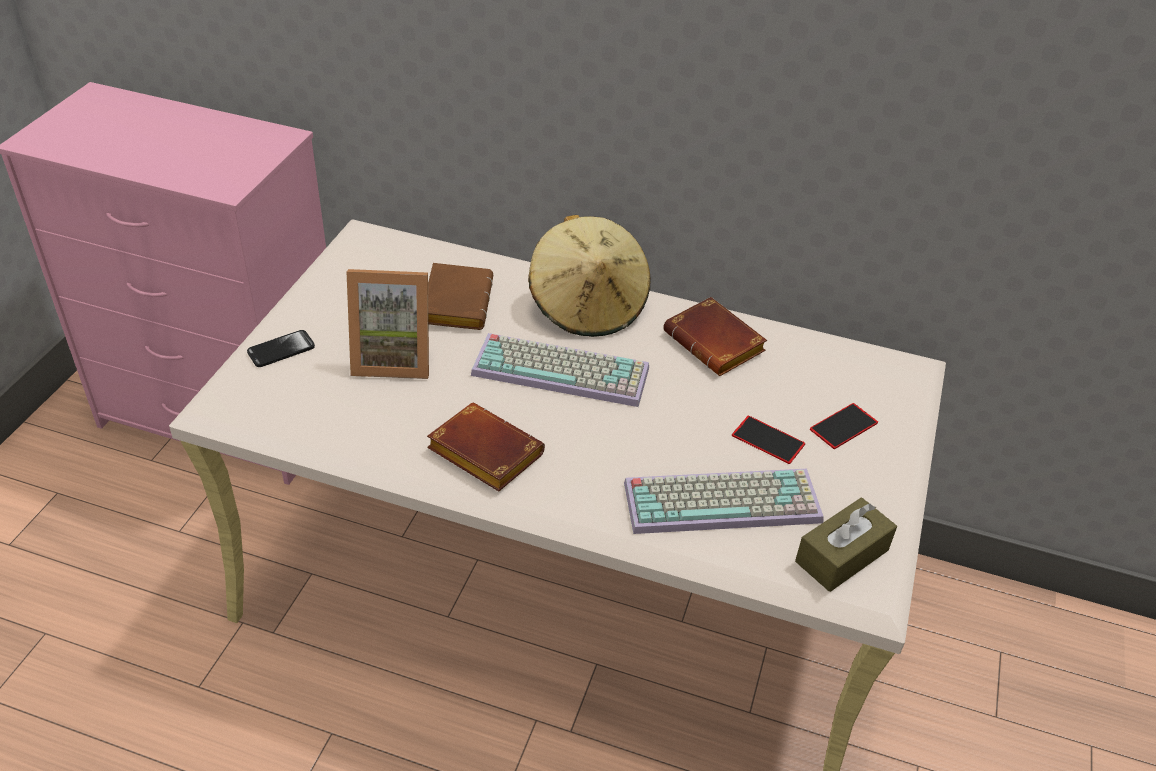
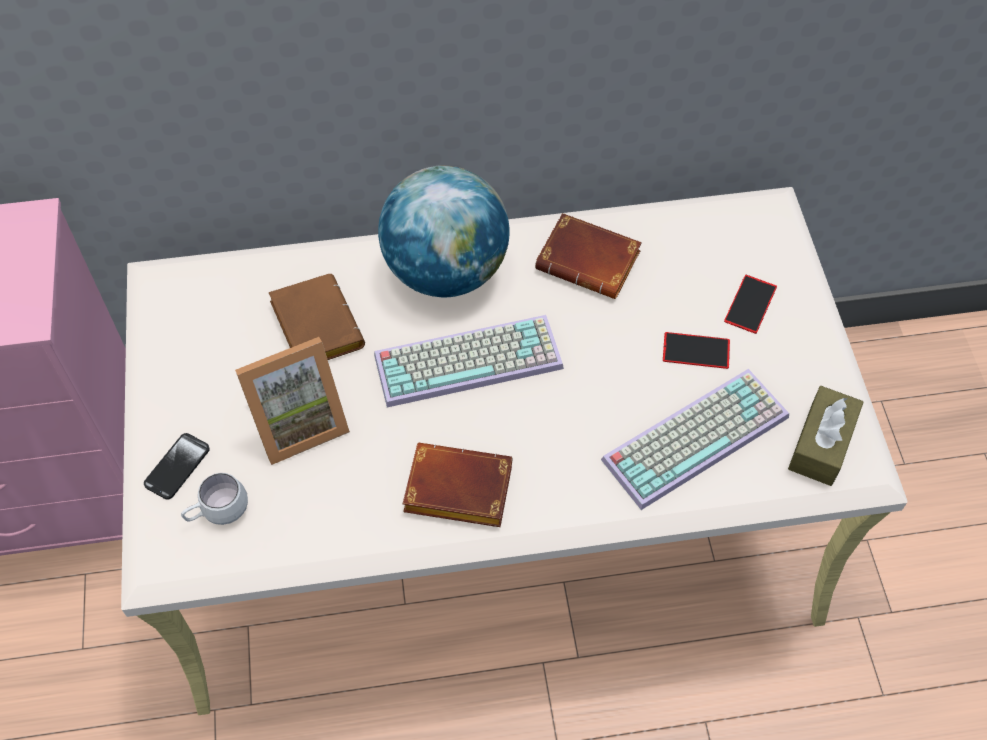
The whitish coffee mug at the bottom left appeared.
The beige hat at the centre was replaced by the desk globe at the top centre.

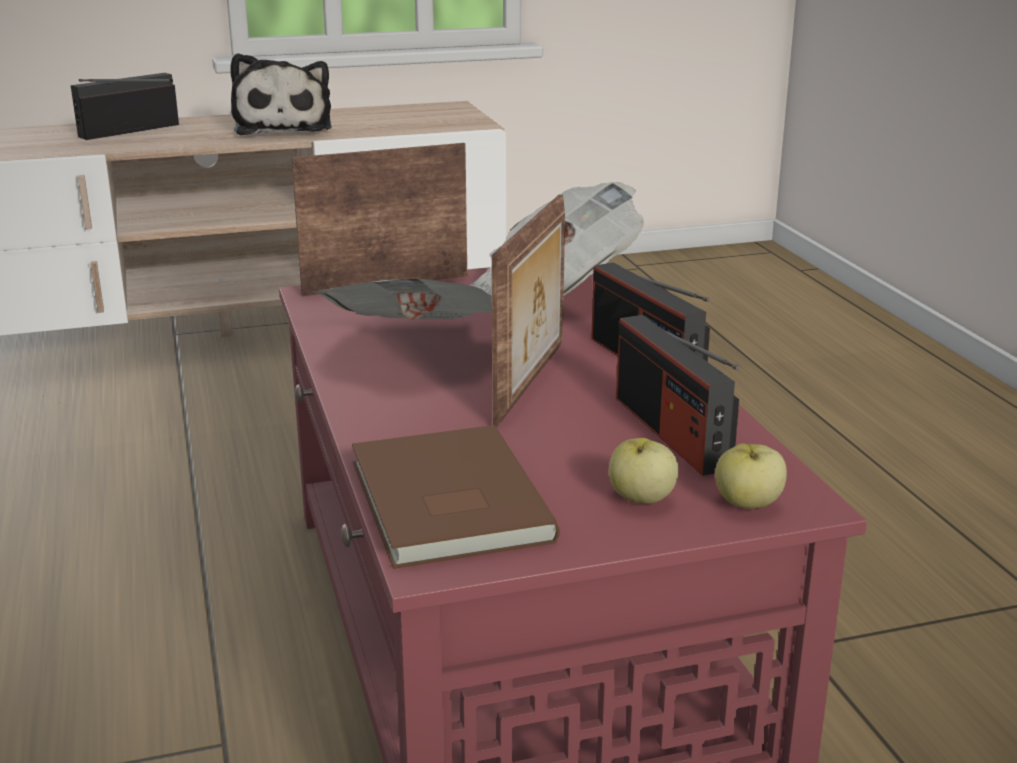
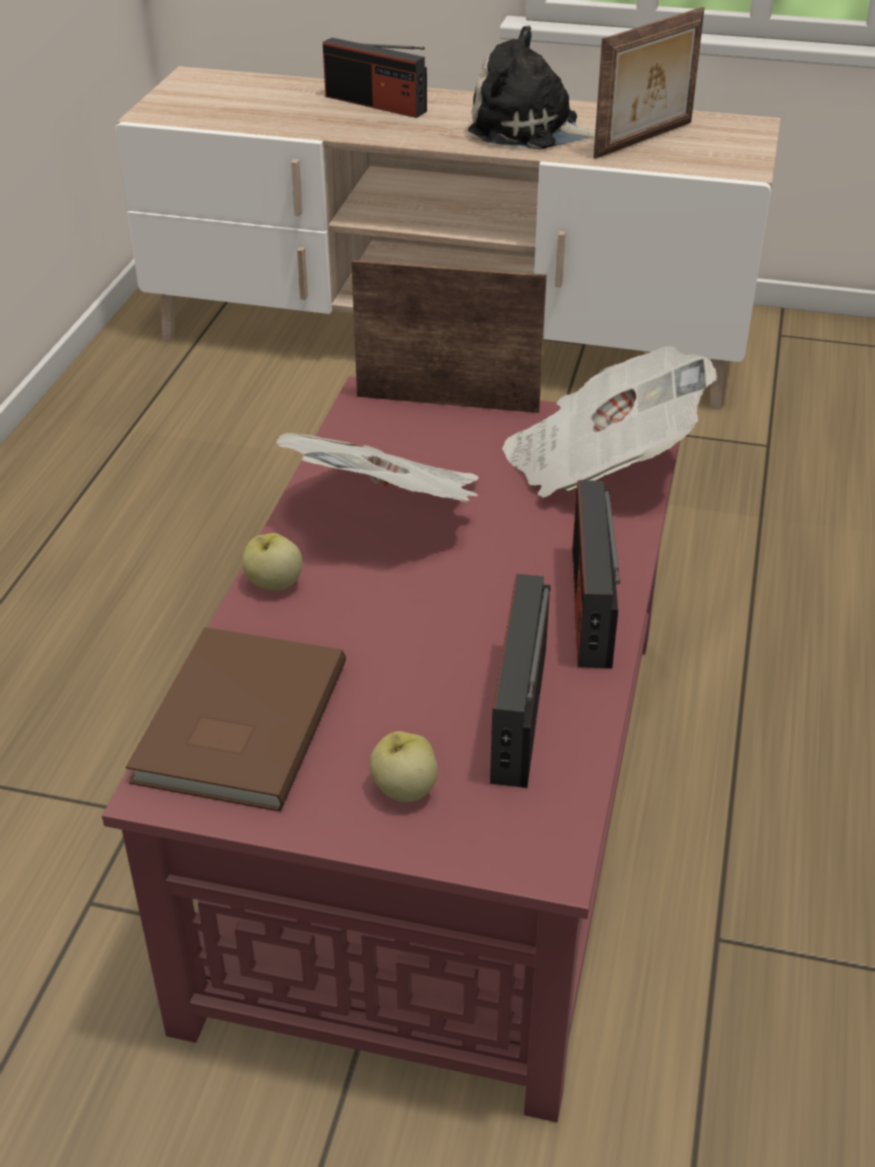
The whole apple (no. 2 from left in the first image) moved from the middle right to the middle left.
The radio receiver (no. 1 from left) at the top left turned 135 degrees counterclockwise.
The cuddly toy at the top left turned 90 degrees clockwise.
The photo frame (no. 2 from left) moved from the centre to the top right.

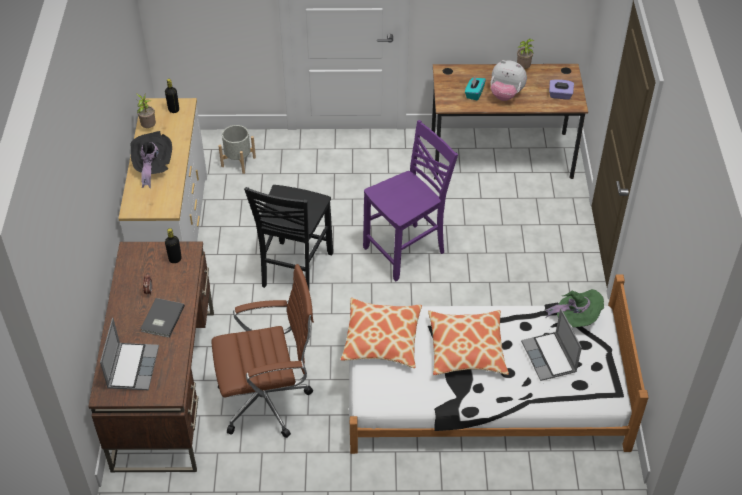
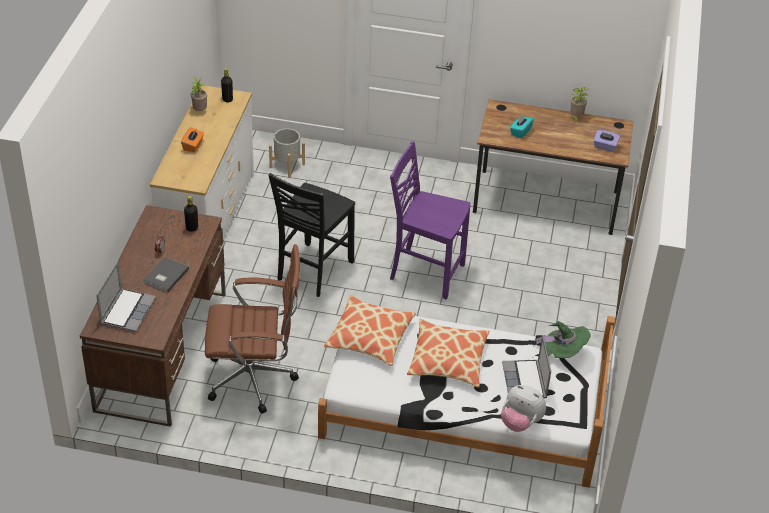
The black-coloured hat at the top left was replaced by the orange tissue holder at the top left.
The purple upright chair at the centre turned 135 degrees counterclockwise.
The cuddly toy moved from the top right to the bottom right.

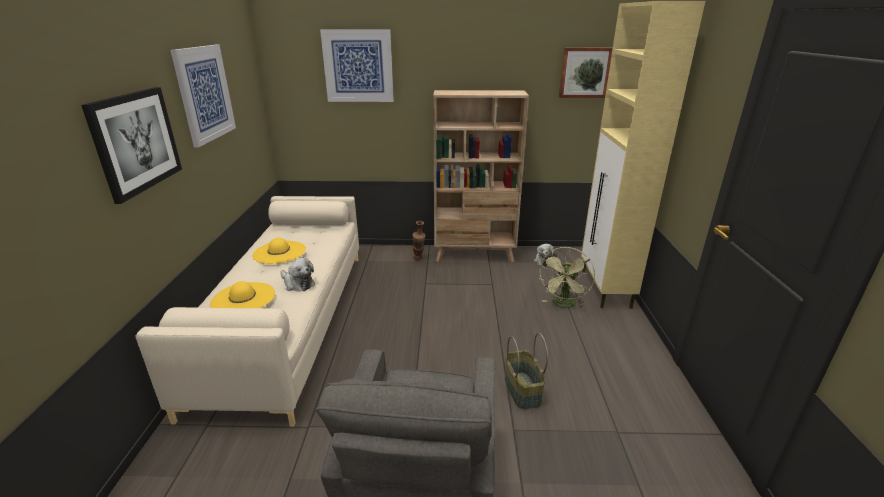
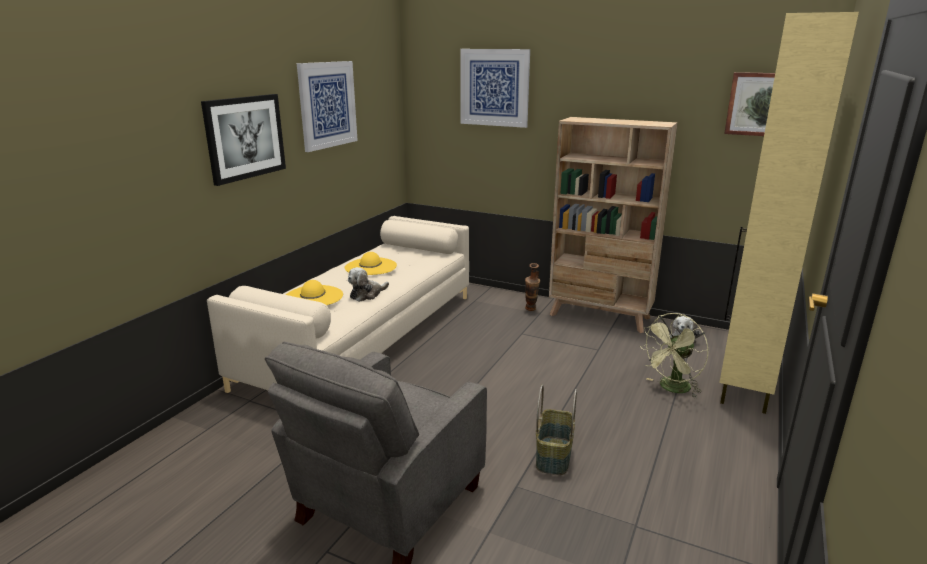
The cuddly toy (no. 1 from left) at the centre turned 75 degrees clockwise.

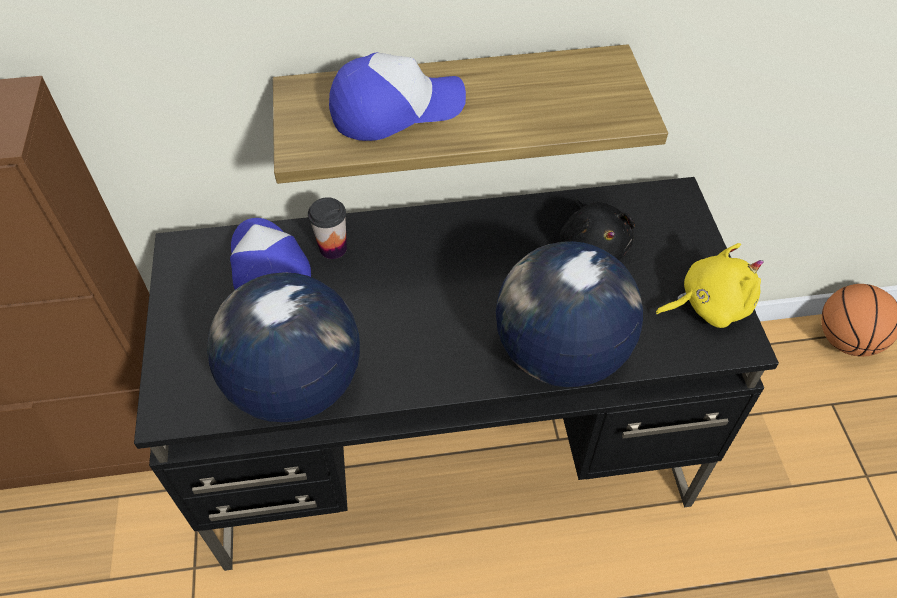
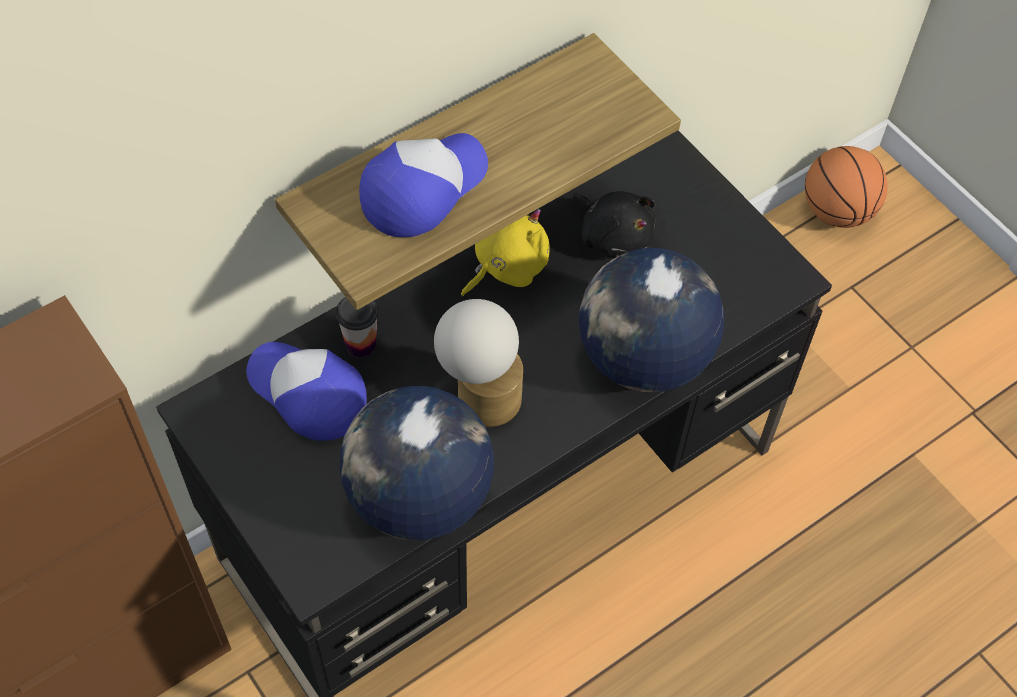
The table lamp at the centre appeared.
The yellow cuddly toy moved from the middle right to the centre.

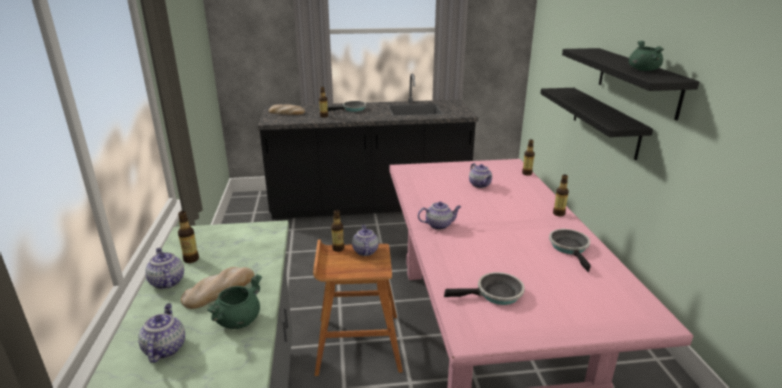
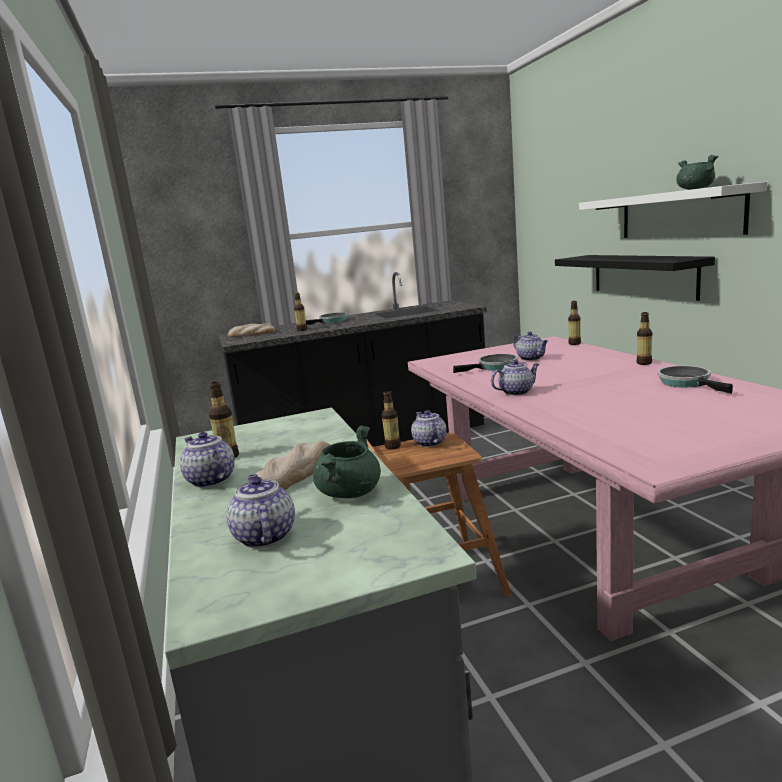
The pan (no. 2 from left) moved from the bottom centre to the centre.
The black-coloured bracket shelf (no. 2 from left) at the top right became the whitish bracket shelf at the top right.

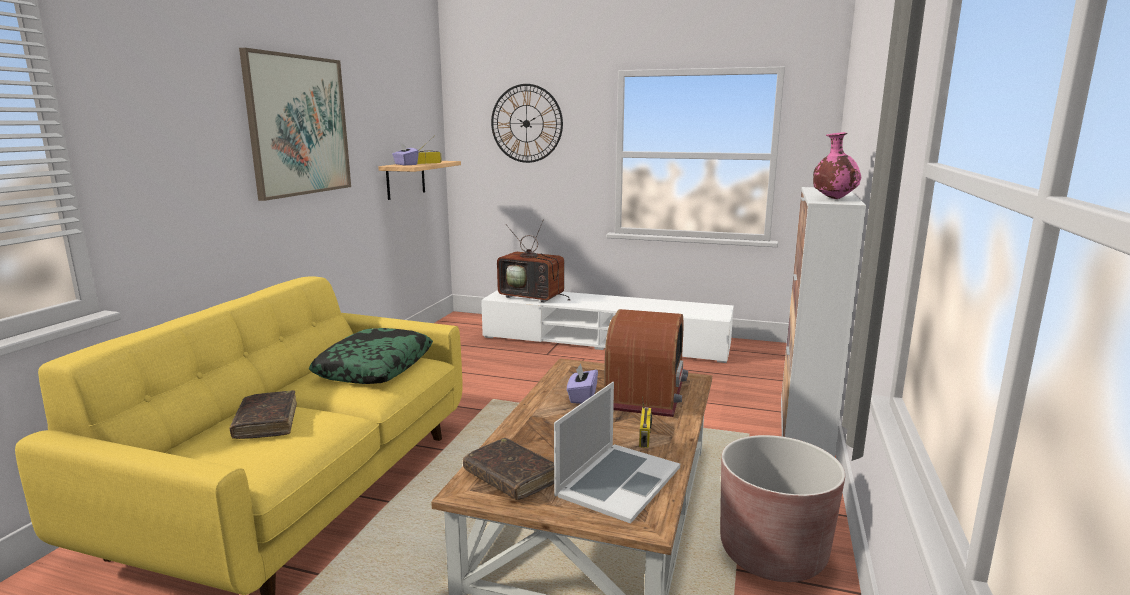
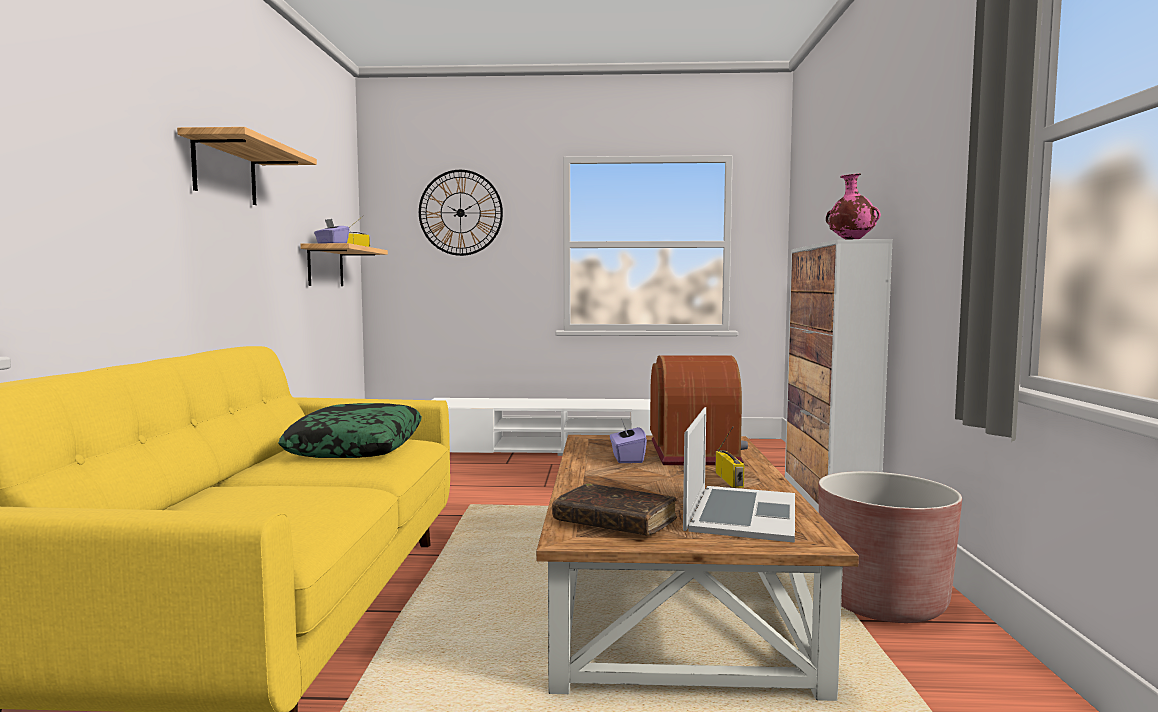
The wall picture at the top left was replaced by the bracket shelf (no. 1 from left) at the top left.
The brown book (no. 1 from left) at the bottom left disappeared.
The TV set at the centre disappeared.

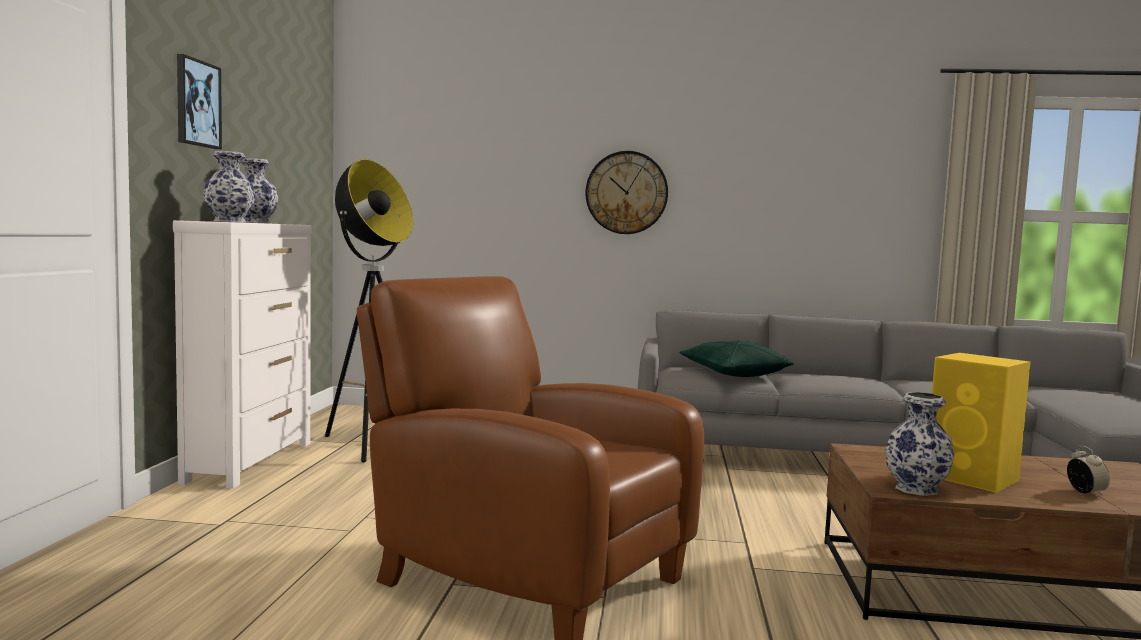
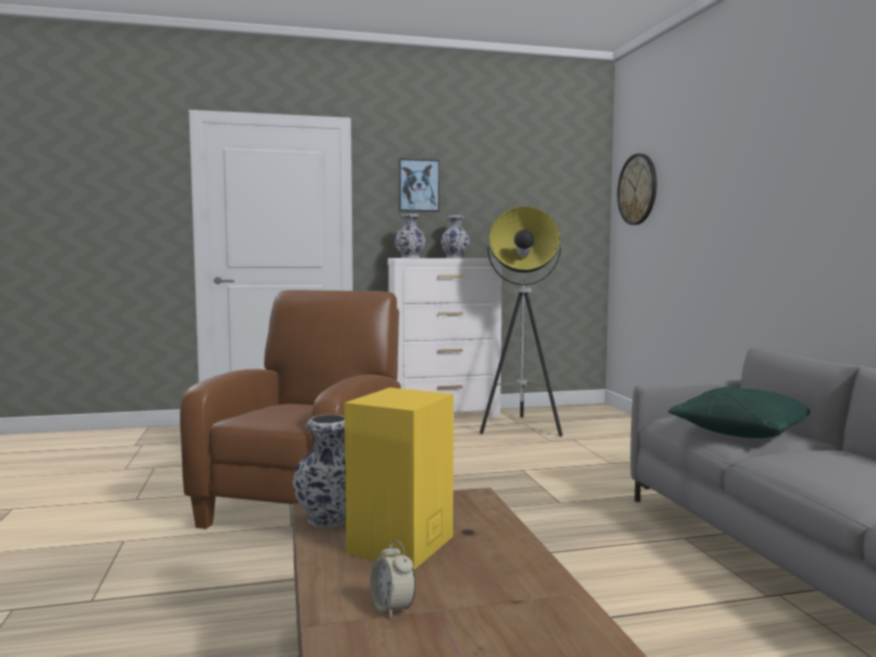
The table clock at the bottom right turned 90 degrees clockwise.
The hanging clock moved from the top centre to the top right.

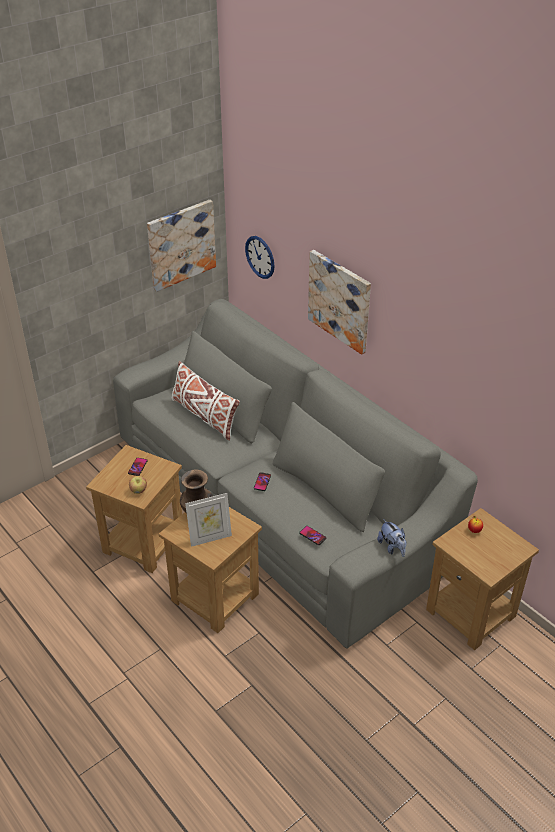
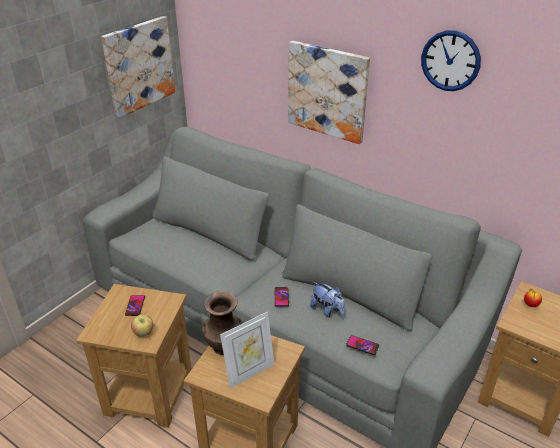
The cuddly toy moved from the middle right to the bottom centre.
The hanging clock moved from the top centre to the top right.
The whitish throw pillow at the centre disappeared.

